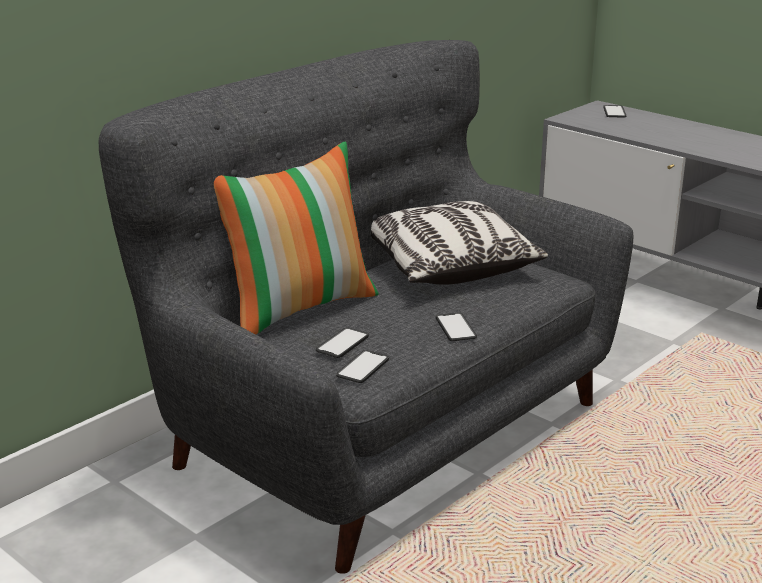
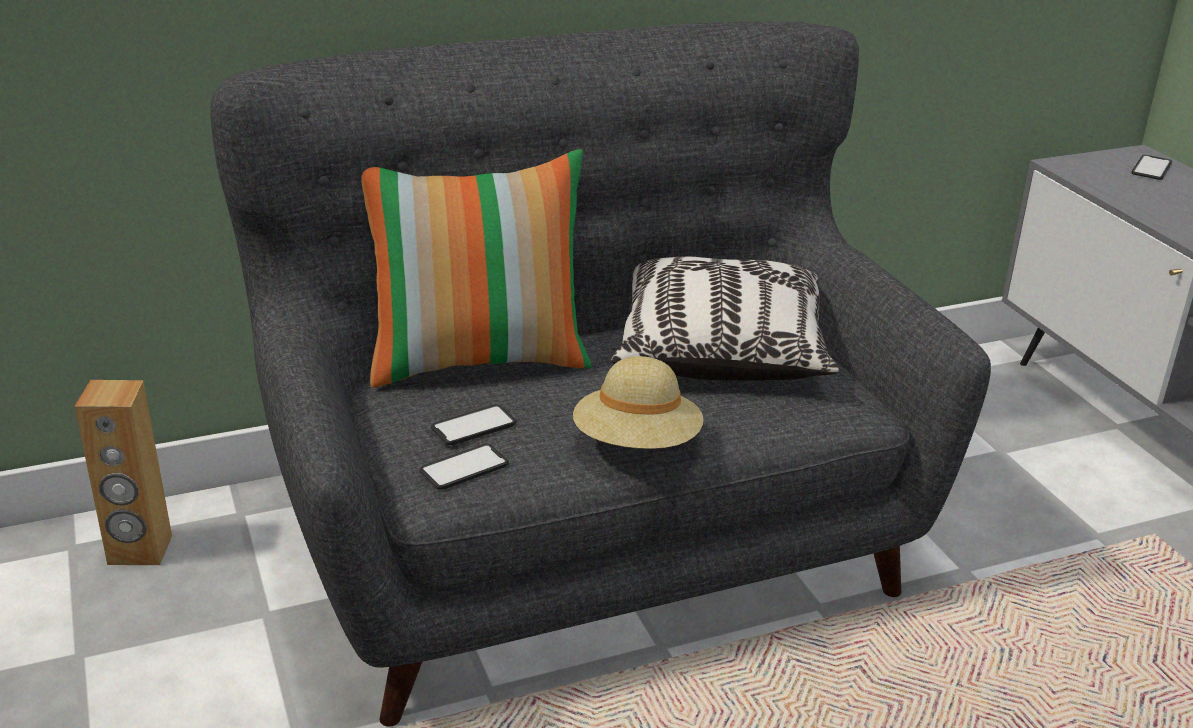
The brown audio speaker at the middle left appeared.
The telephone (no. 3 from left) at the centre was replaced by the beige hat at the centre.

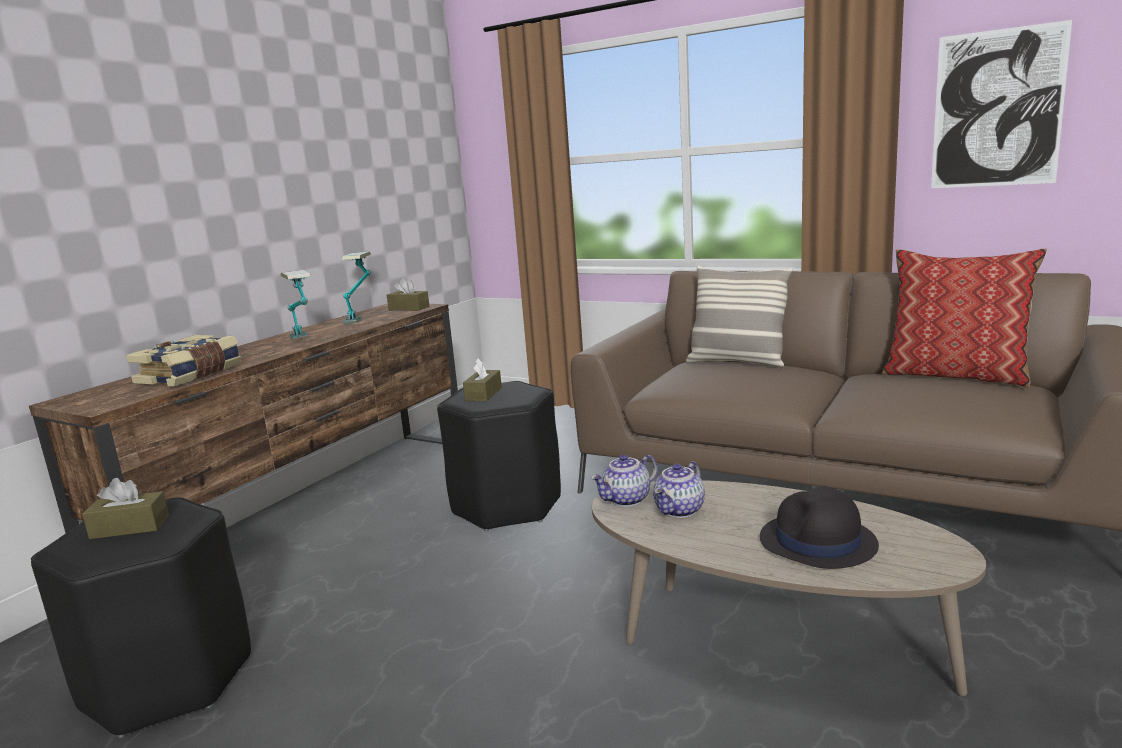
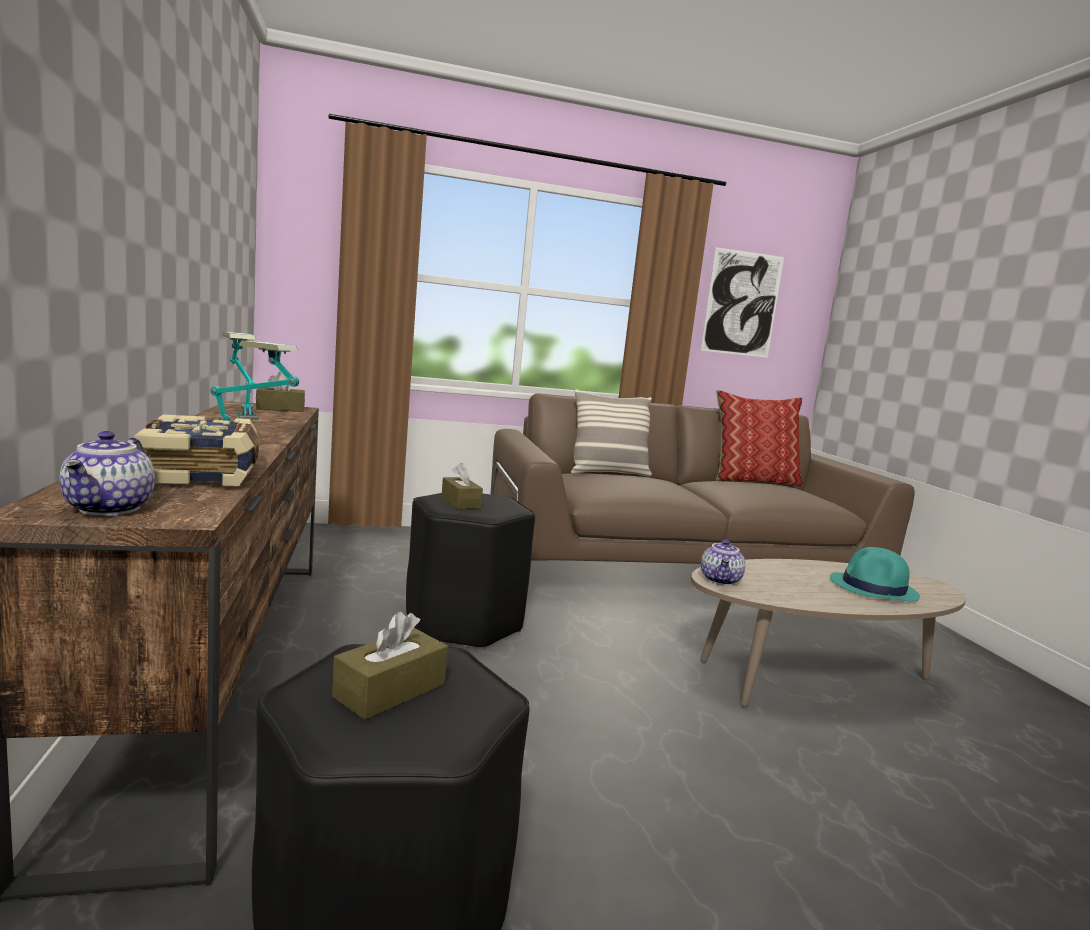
The teapot (no. 2 from left in the first image) moved from the centre to the middle left.
The black-coloured hat at the bottom right became the turquoise-coloured hat at the middle right.

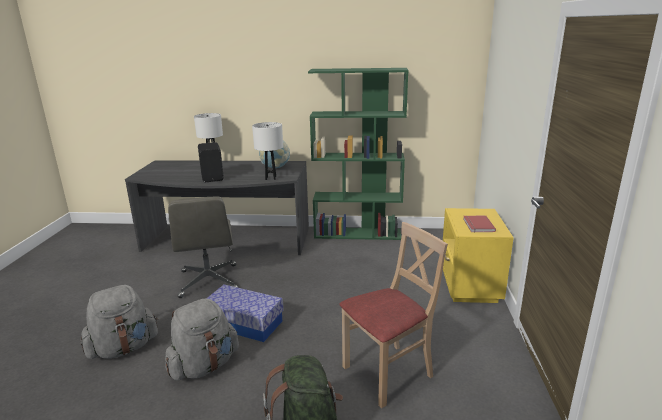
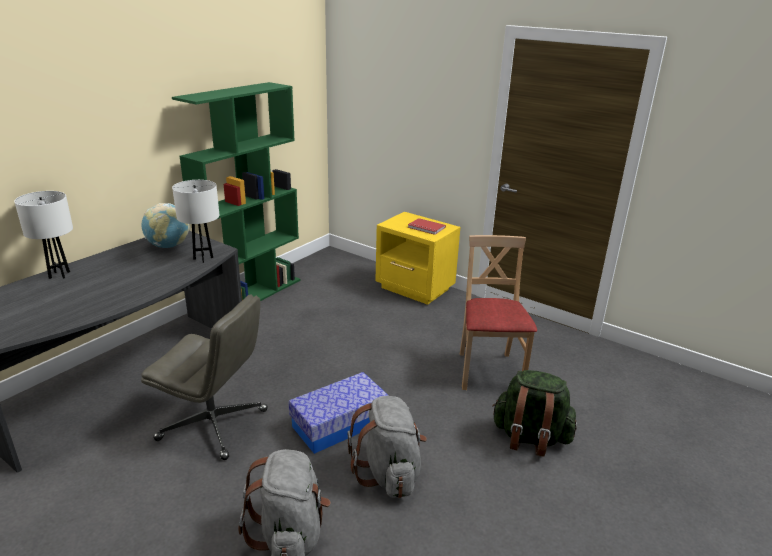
The black-coloured audio speaker at the middle left disappeared.

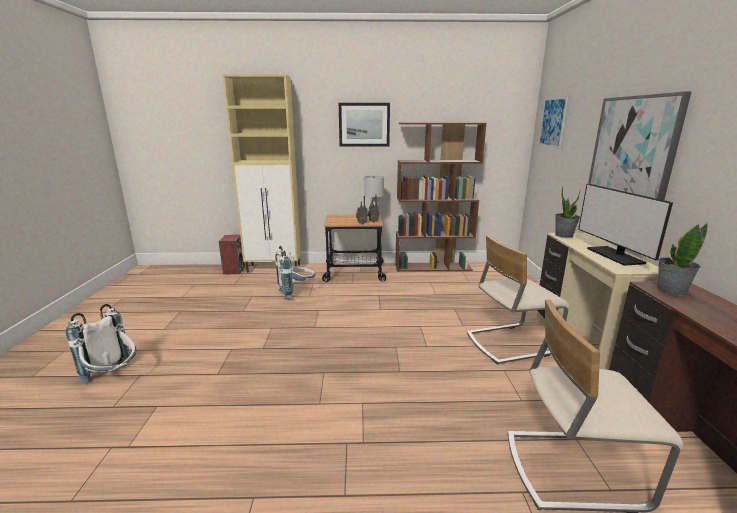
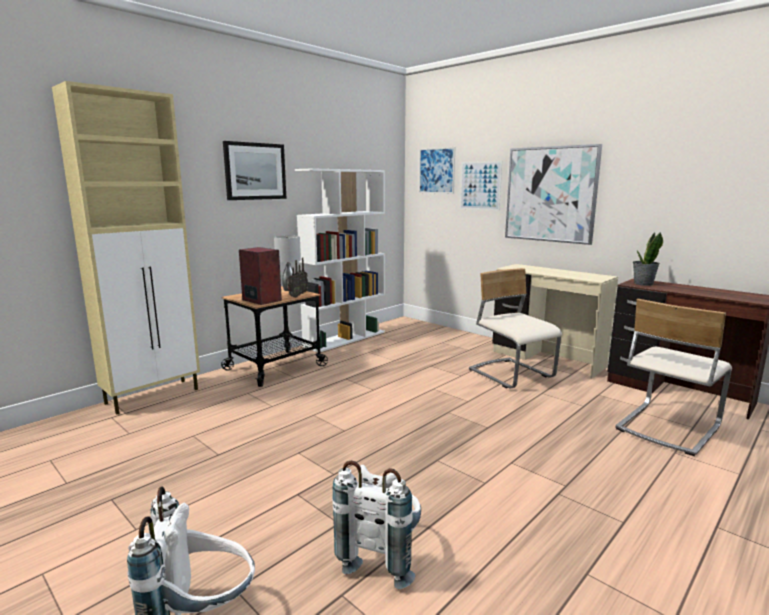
The audio speaker moved from the middle left to the centre.
The brown bookshelf at the centre became the whitish bookshelf at the centre.
The whitish rucksack (no. 2 from left) moved from the centre to the bottom centre.
The wall picture (no. 3 from left) at the top centre appeared.
The beige upright chair (no. 1 from left) at the middle right turned 120 degrees clockwise.
The houseplant (no. 1 from left) at the middle right disappeared.
The computer screen at the middle right disappeared.

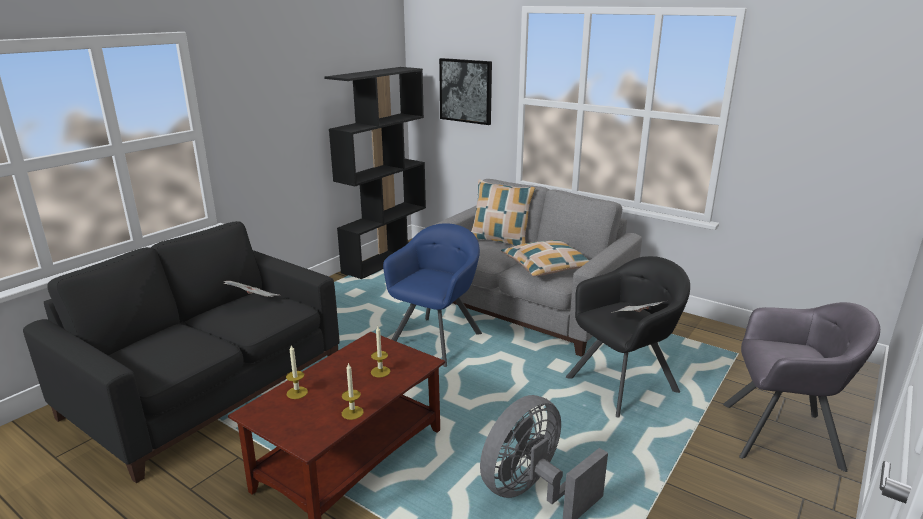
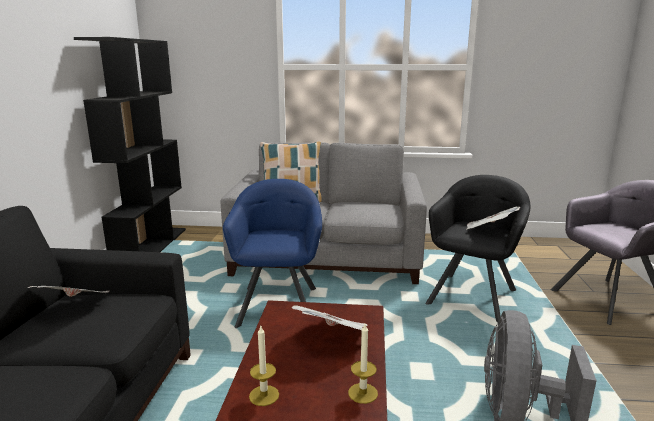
The wax candle (no. 3 from left) at the bottom centre was replaced by the printed paper (no. 2 from left) at the bottom centre.
The wall picture at the top centre disappeared.
The throw pillow (no. 2 from left) at the centre disappeared.

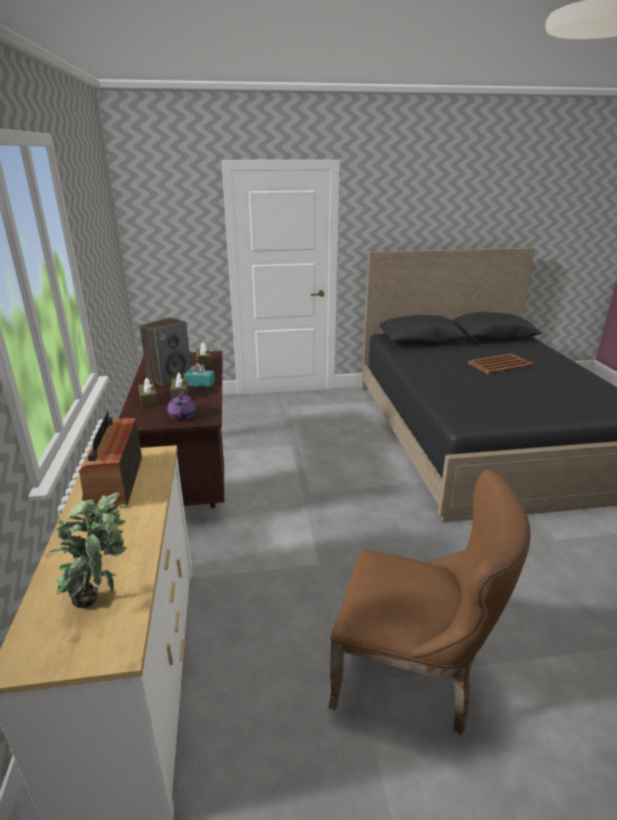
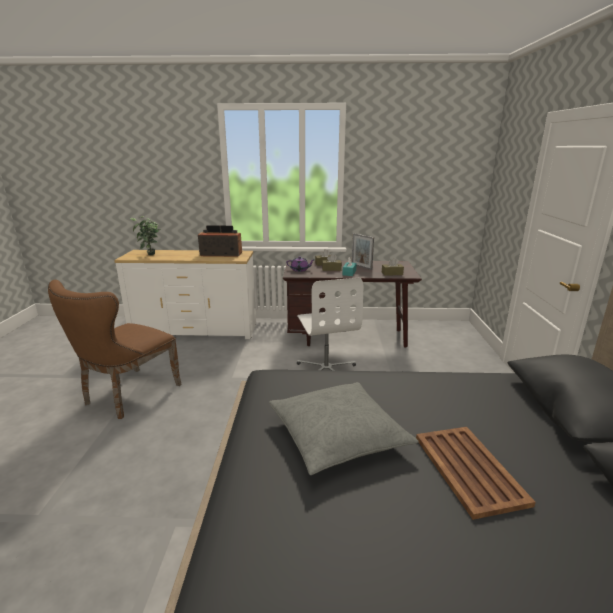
The greyish throw pillow at the bottom centre appeared.
The whitish computer chair at the centre appeared.
The audio speaker at the middle left was replaced by the photo frame at the centre.

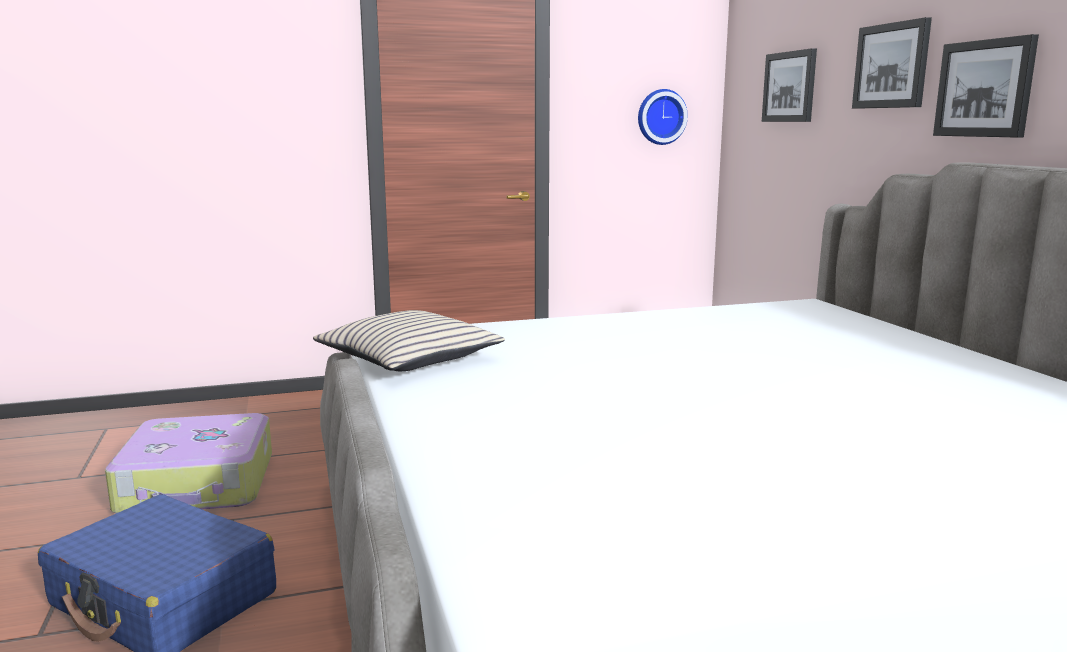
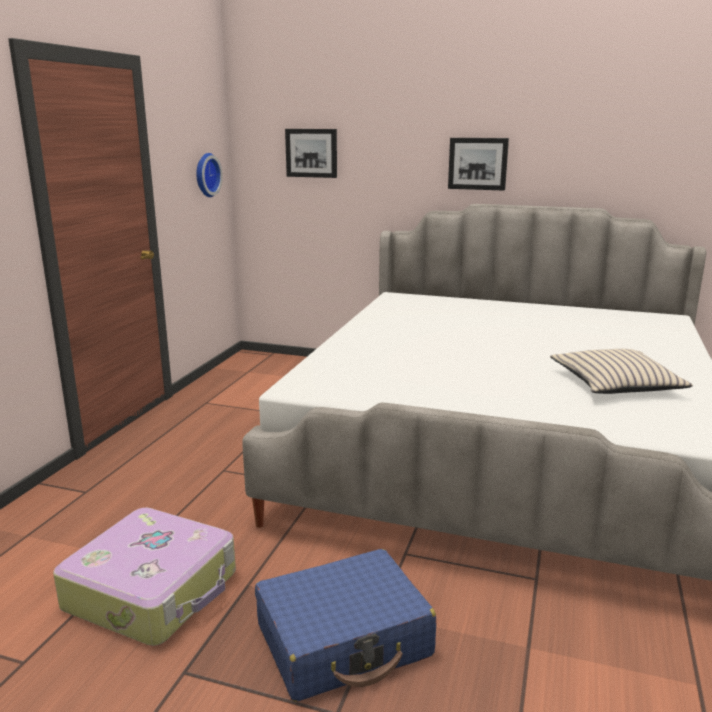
The beige throw pillow moved from the centre to the middle right.
The wall picture (no. 2 from left) at the top right disappeared.

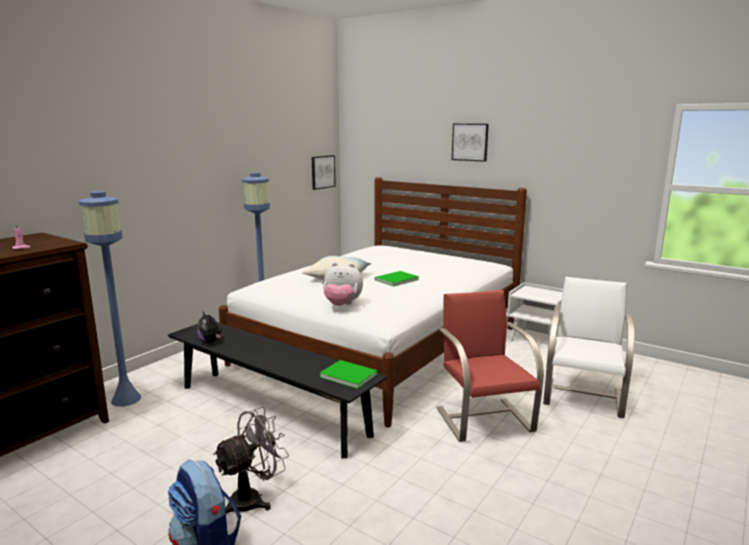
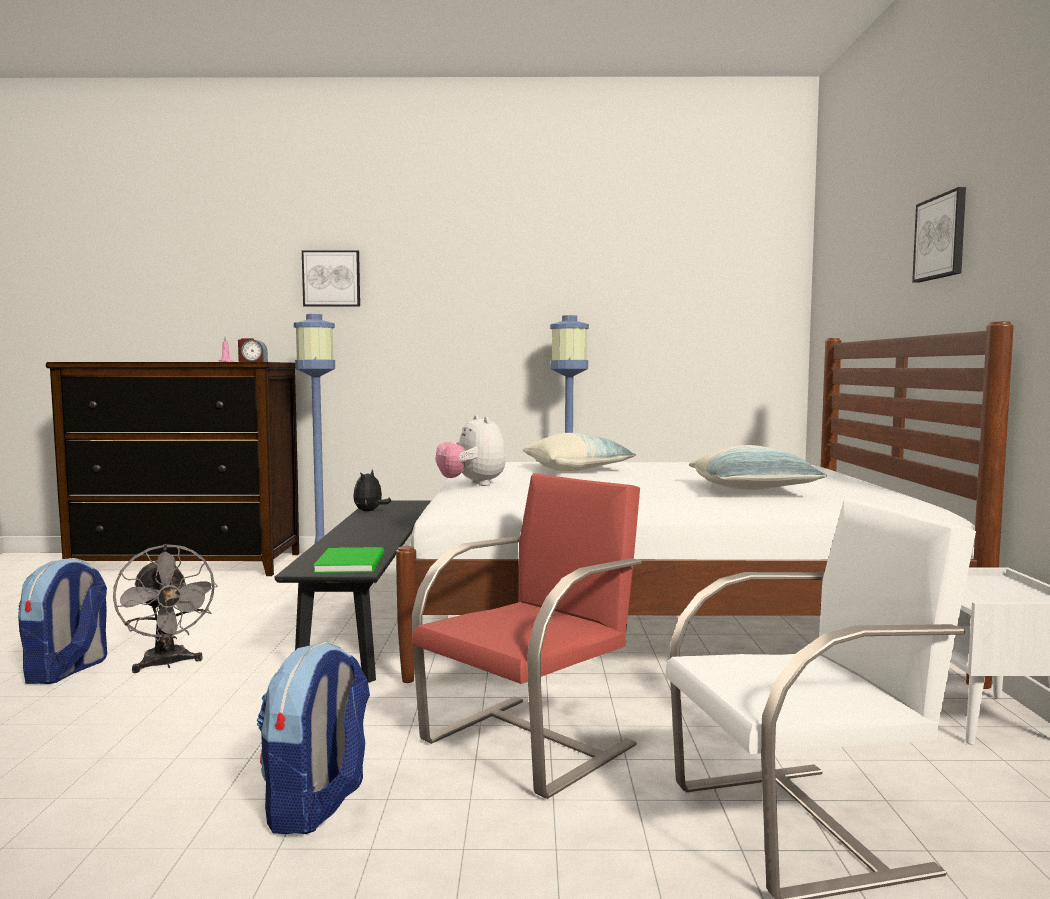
The greyish electric fan at the bottom centre turned 45 degrees clockwise.
The table clock at the middle left appeared.
The rucksack (no. 2 from left) at the bottom left appeared.
The wall picture (no. 1 from left) moved from the top centre to the top left.
The throw pillow (no. 2 from left) at the middle right appeared.
The green book (no. 2 from left) at the centre disappeared.

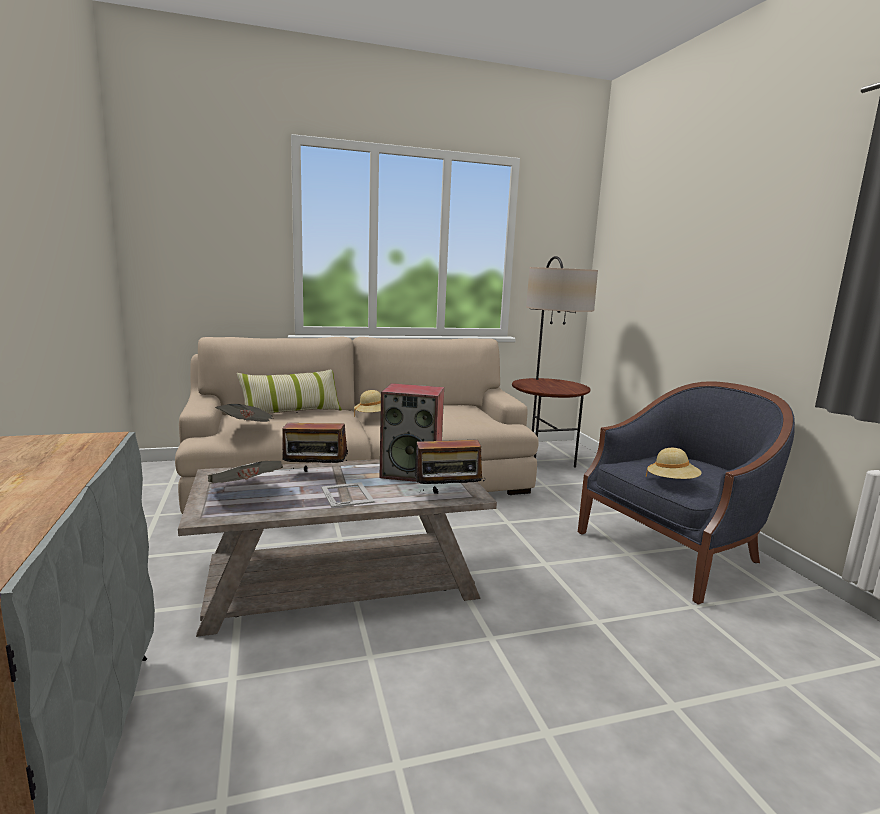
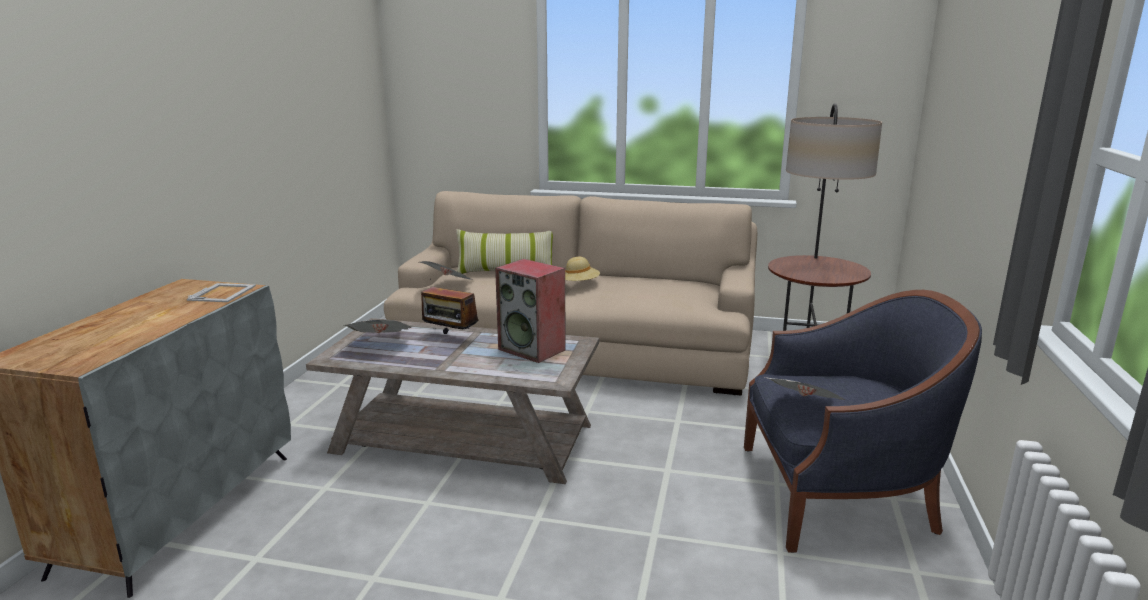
The photo frame moved from the centre to the middle left.
The beige hat (no. 2 from left) at the middle right was replaced by the printed paper (no. 3 from left) at the middle right.
The radio receiver (no. 2 from left) at the centre disappeared.

